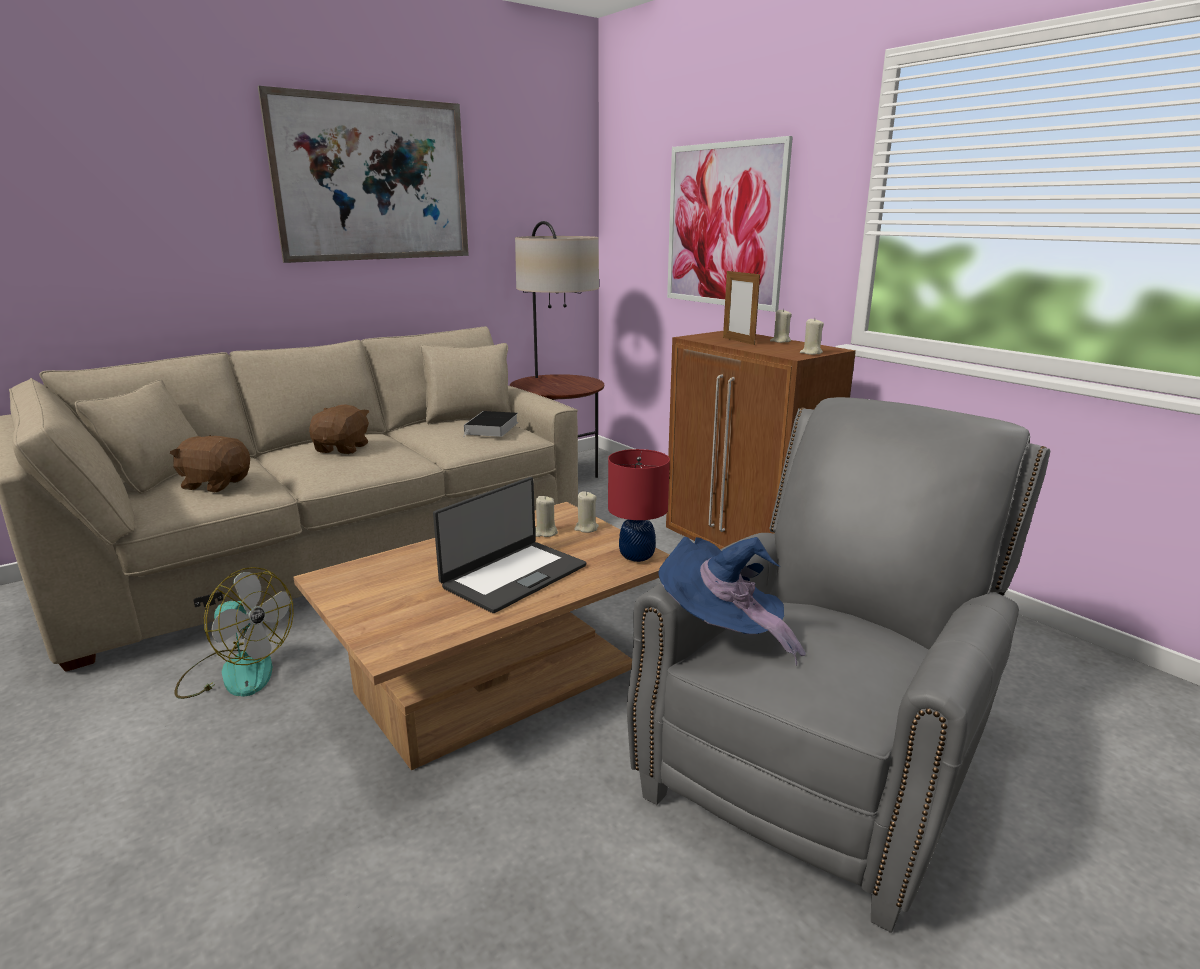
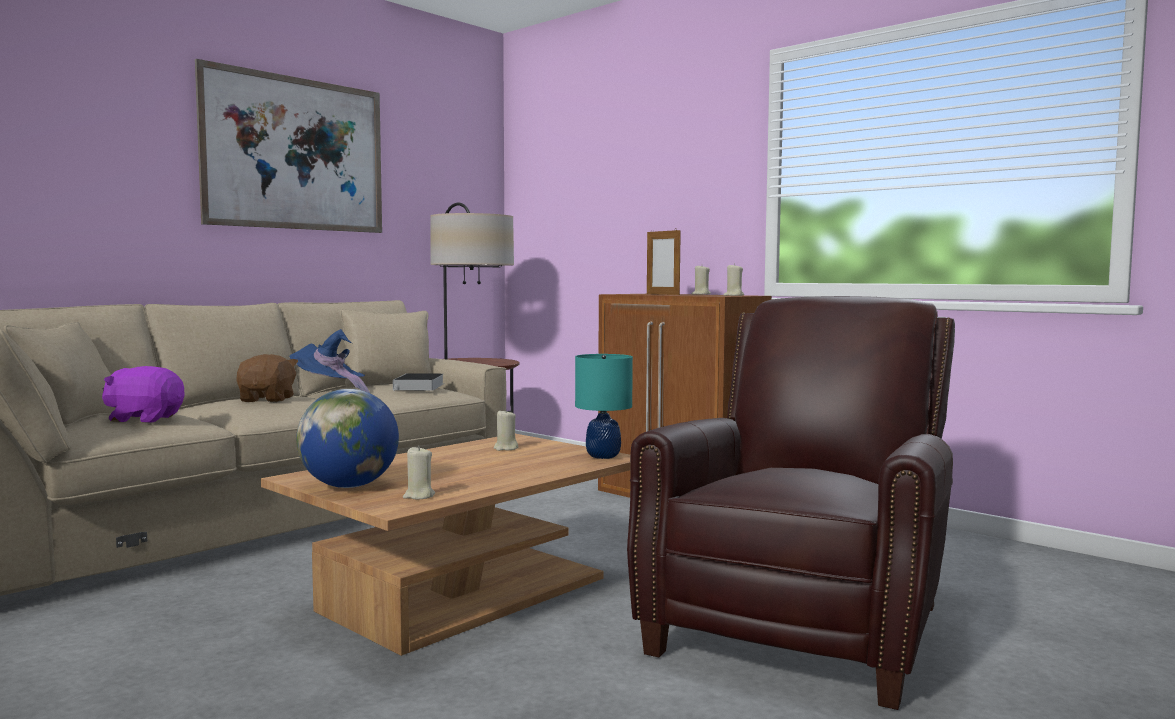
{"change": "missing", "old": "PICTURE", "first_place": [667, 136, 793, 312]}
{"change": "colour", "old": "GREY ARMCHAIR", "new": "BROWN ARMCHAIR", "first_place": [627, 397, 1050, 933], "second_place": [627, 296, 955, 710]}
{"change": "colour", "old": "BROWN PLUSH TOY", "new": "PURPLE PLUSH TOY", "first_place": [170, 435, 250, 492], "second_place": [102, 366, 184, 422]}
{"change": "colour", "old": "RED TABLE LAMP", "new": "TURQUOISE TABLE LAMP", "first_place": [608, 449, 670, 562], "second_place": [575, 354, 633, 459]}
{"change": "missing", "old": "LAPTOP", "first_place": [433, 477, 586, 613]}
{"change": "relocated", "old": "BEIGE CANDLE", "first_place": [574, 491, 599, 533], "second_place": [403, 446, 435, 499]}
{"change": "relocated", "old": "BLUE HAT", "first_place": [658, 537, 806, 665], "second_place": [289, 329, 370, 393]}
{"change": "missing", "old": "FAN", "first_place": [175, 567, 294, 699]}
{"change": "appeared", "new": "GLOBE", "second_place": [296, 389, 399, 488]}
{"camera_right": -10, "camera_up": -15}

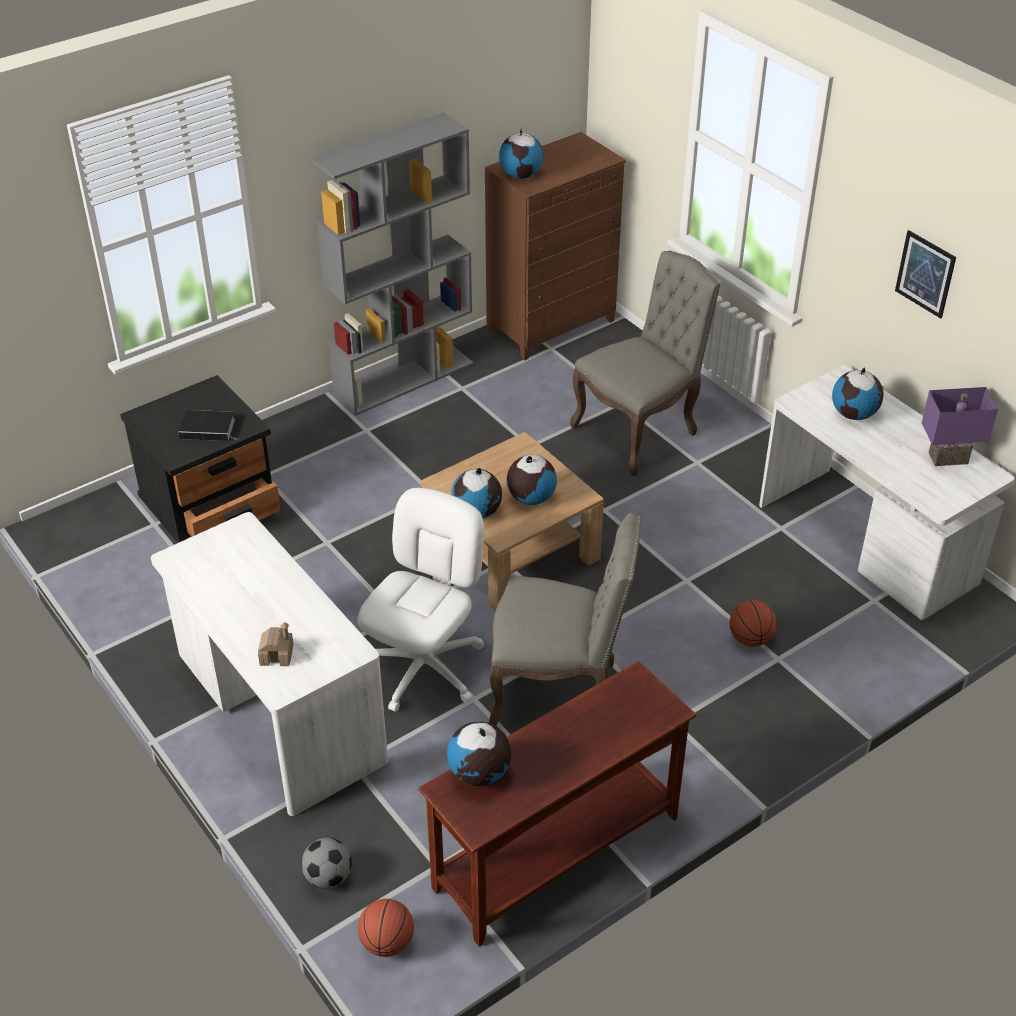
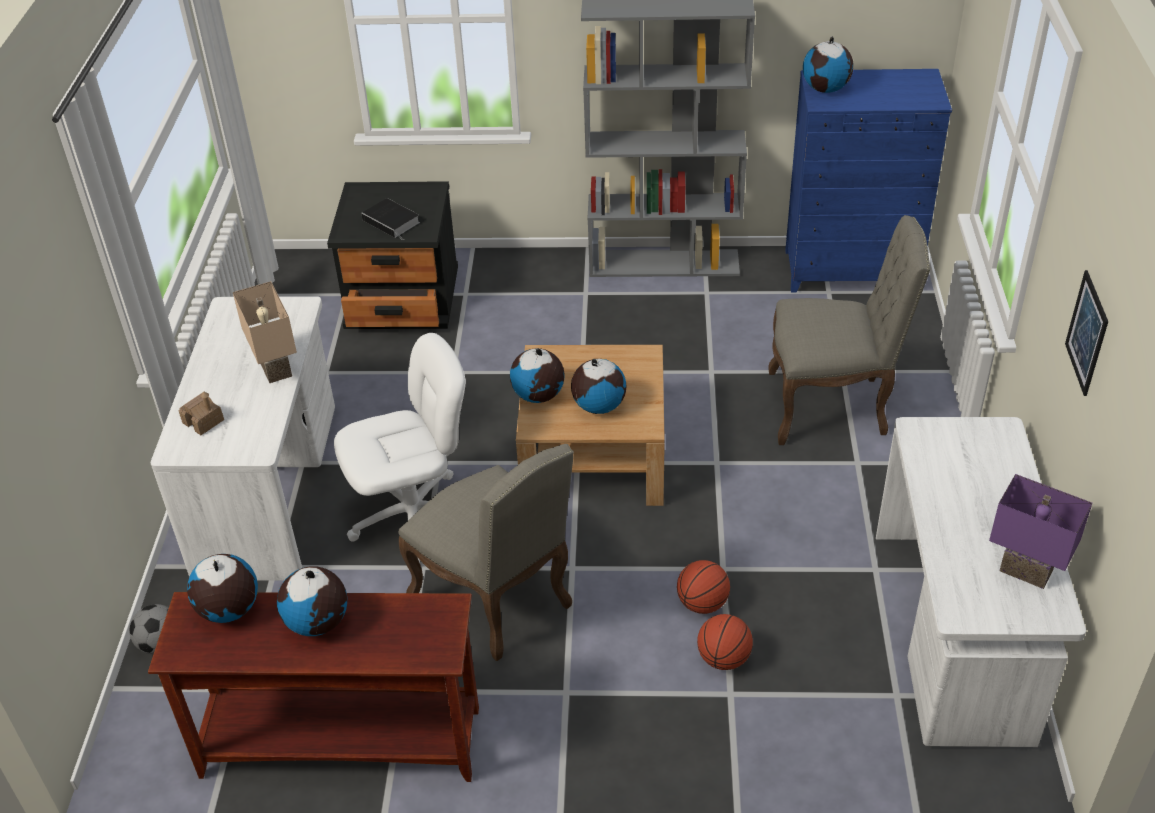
{"change": "colour", "old": "BROWN DRESSER", "new": "BLUE DRESSER", "first_place": [485, 132, 626, 361], "second_place": [785, 69, 952, 292]}
{"change": "relocated", "old": "GLOBE", "first_place": [832, 368, 883, 420], "second_place": [277, 566, 347, 636]}
{"change": "relocated", "old": "BASKETBALL", "first_place": [358, 899, 414, 957], "second_place": [677, 560, 730, 614]}
{"change": "appeared", "new": "BEIGE TABLE LAMP", "second_place": [233, 281, 297, 383]}
{"camera_right": 40, "camera_up": 0}

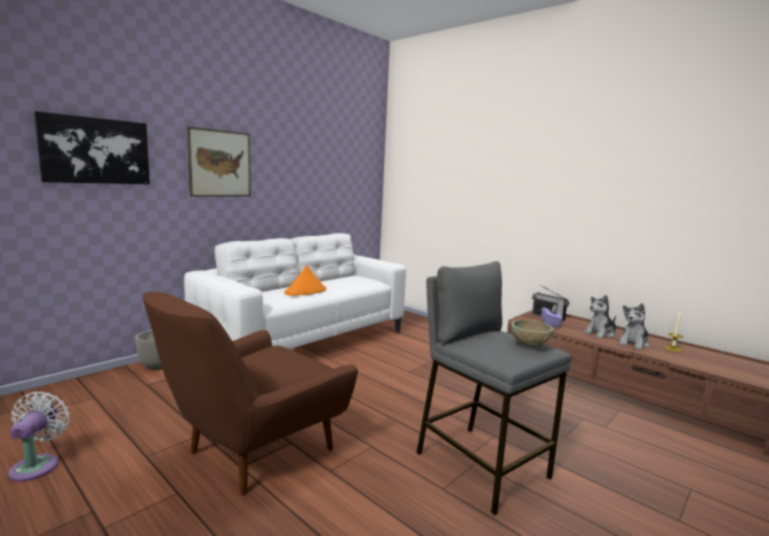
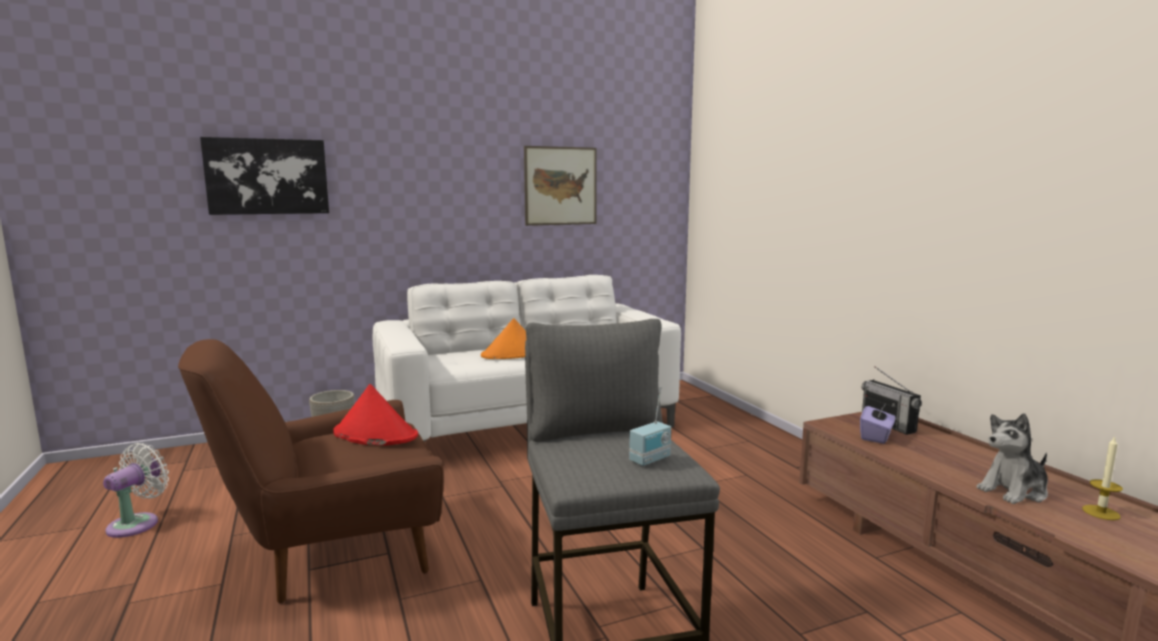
{"change": "relocated", "old": "PICTURE", "first_place": [187, 127, 251, 197], "second_place": [524, 146, 597, 226]}
{"change": "missing", "old": "PLUSH TOY", "first_place": [584, 295, 616, 338]}
{"change": "exchanged", "old": "BEIGE BOWL", "new": "RADIO", "first_place": [511, 320, 554, 348], "second_place": [629, 387, 671, 466]}
{"change": "appeared", "new": "RED HAT", "second_place": [333, 384, 418, 445]}
{"camera_right": 25, "camera_up": 0}

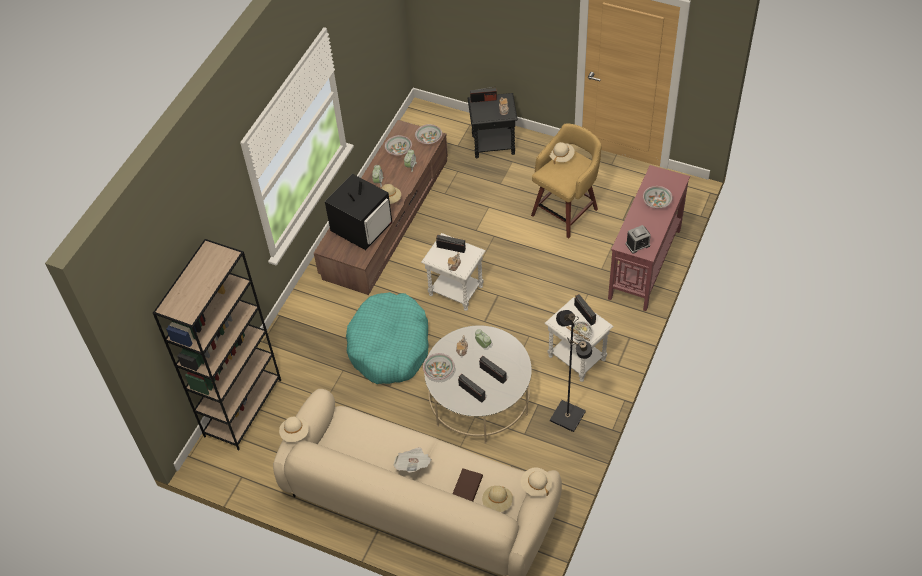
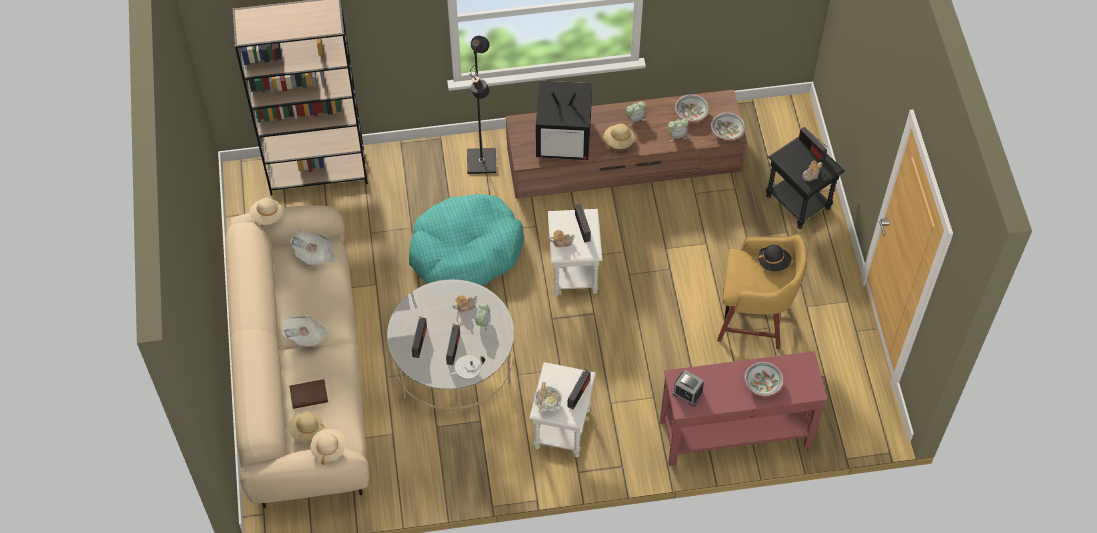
{"change": "colour", "old": "BEIGE HAT", "new": "BLACK HAT", "first_place": [550, 142, 575, 165], "second_place": [758, 245, 792, 271]}
{"change": "relocated", "old": "BLACK FLOOR LAMP", "first_place": [550, 310, 592, 432], "second_place": [467, 36, 497, 174]}
{"change": "missing", "old": "BOWL", "first_place": [423, 353, 454, 380]}
{"change": "appeared", "new": "NEWSPAPER", "second_place": [290, 230, 336, 266]}
{"change": "appeared", "new": "WHITE TEAPOT", "second_place": [449, 355, 485, 380]}
{"camera_right": 55, "camera_up": 5}

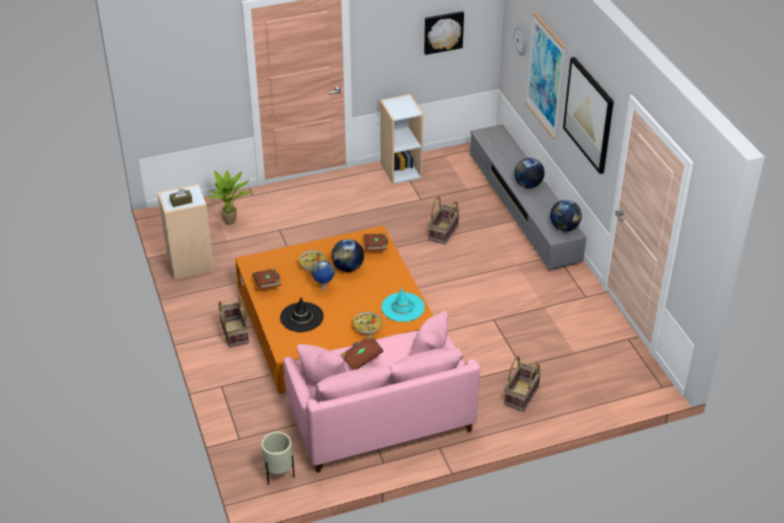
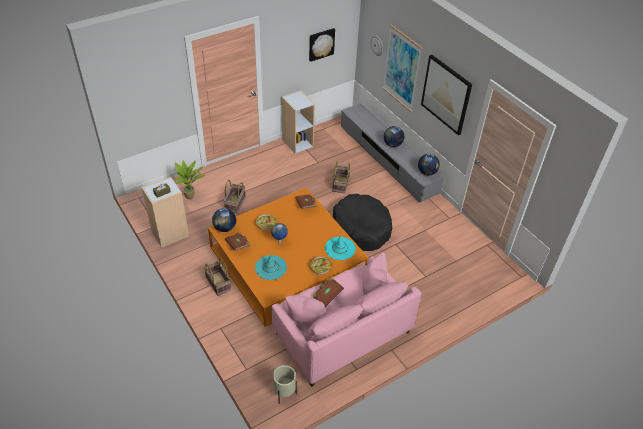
{"change": "relocated", "old": "GLOBE", "first_place": [331, 239, 364, 272], "second_place": [212, 208, 236, 232]}
{"change": "colour", "old": "BLACK HAT", "new": "TURQUOISE HAT", "first_place": [280, 297, 324, 332], "second_place": [255, 254, 287, 280]}
{"change": "relocated", "old": "BASKET", "first_place": [504, 356, 541, 412], "second_place": [223, 180, 245, 213]}
{"change": "appeared", "new": "BLACK DOG BED", "second_place": [333, 194, 392, 251]}
{"camera_right": -15, "camera_up": 5}

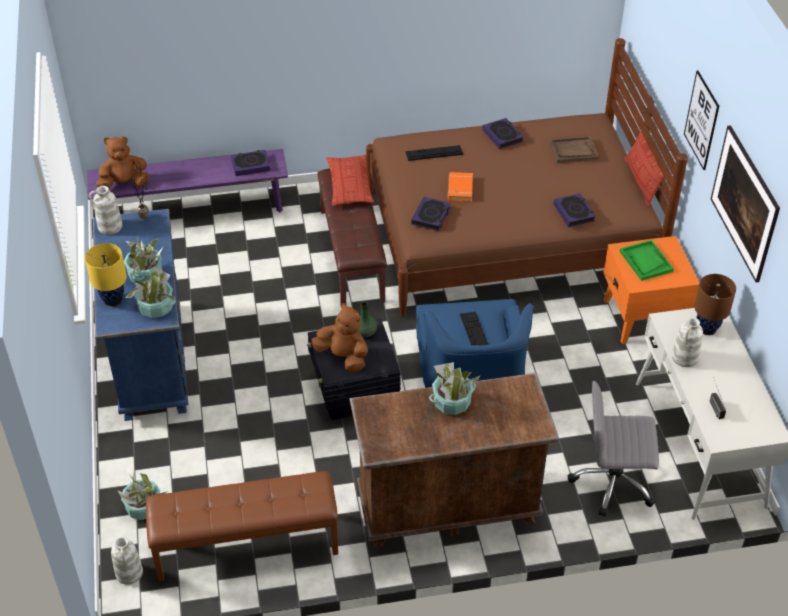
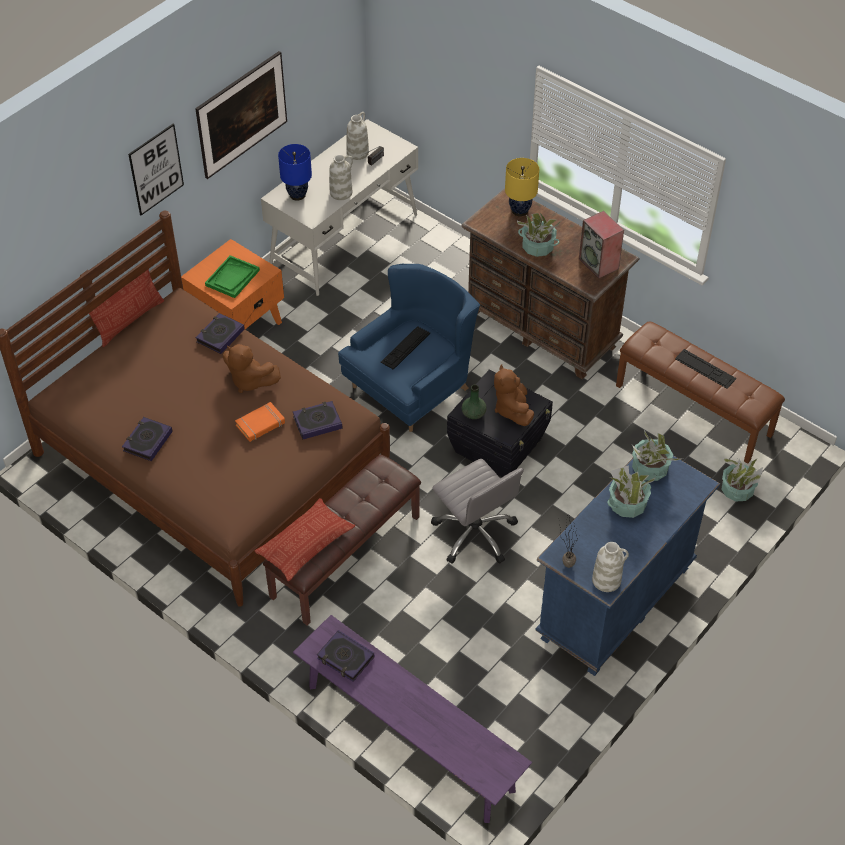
{"change": "relocated", "old": "BROWN PLUSH TOY", "first_place": [96, 136, 150, 189], "second_place": [223, 344, 281, 393]}
{"change": "missing", "old": "BROWN TRAY", "first_place": [550, 136, 599, 163]}
{"change": "relocated", "old": "KEYBOARD", "first_place": [406, 145, 463, 161], "second_place": [675, 349, 736, 388]}
{"change": "relocated", "old": "YELLOW TABLE LAMP", "first_place": [85, 243, 127, 306], "second_place": [505, 158, 539, 216]}
{"change": "colour", "old": "BROWN TABLE LAMP", "new": "BLUE TABLE LAMP", "first_place": [694, 274, 736, 335], "second_place": [278, 144, 312, 201]}
{"change": "relocated", "old": "GREY OFFICE CHAIR", "first_place": [568, 381, 659, 517], "second_place": [431, 459, 524, 564]}
{"change": "relocated", "old": "WHITE VASE", "first_place": [111, 537, 143, 584], "second_place": [346, 112, 369, 160]}
{"change": "appeared", "new": "SPEAKER", "second_place": [579, 211, 624, 278]}
{"camera_right": -130, "camera_up": 5}

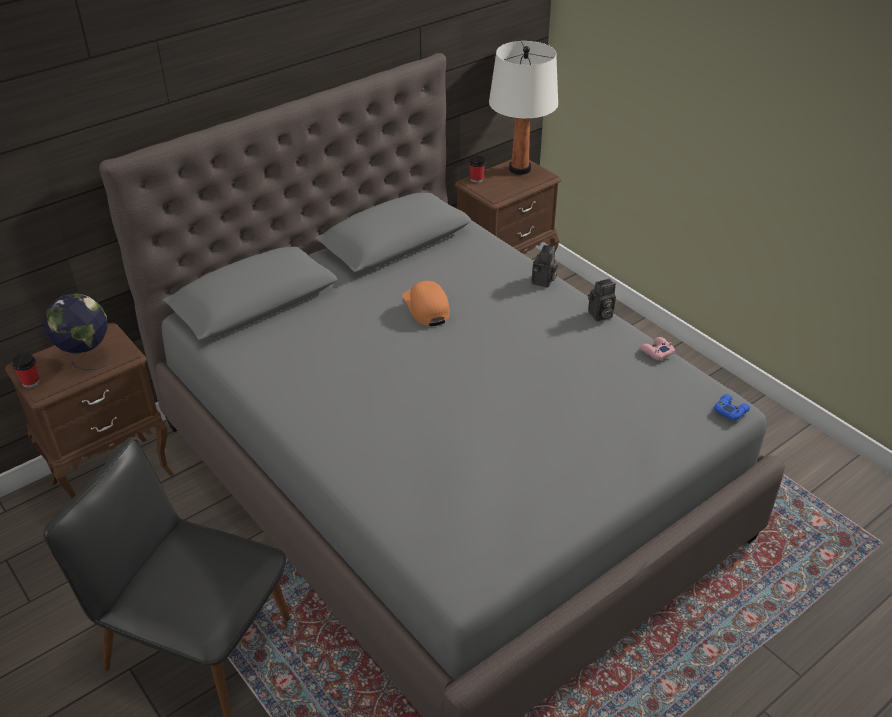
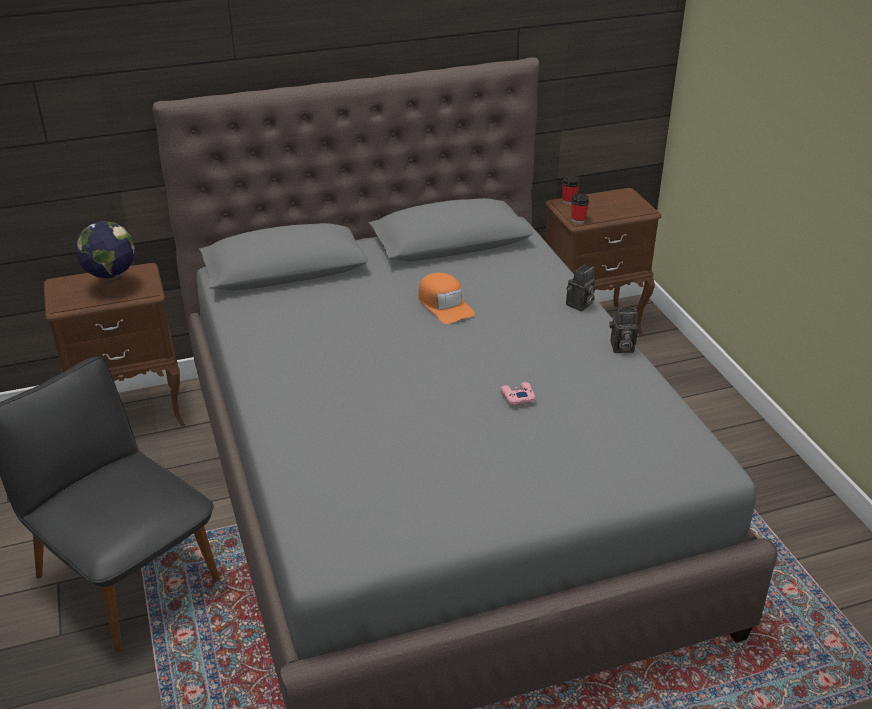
{"change": "missing", "old": "WHITE TABLE LAMP", "first_place": [489, 41, 558, 175]}
{"change": "spun", "old": "ORANGE CAP", "first_place": [402, 281, 450, 326], "second_place": [418, 273, 475, 324], "degrees": 150}
{"change": "relocated", "old": "PINK GAME CONTROLLER", "first_place": [640, 337, 675, 360], "second_place": [500, 382, 535, 406]}
{"change": "relocated", "old": "CUP", "first_place": [12, 353, 40, 388], "second_place": [571, 194, 589, 224]}
{"change": "missing", "old": "BLUE GAME CONTROLLER", "first_place": [714, 394, 750, 421]}
{"camera_right": 20, "camera_up": -5}

